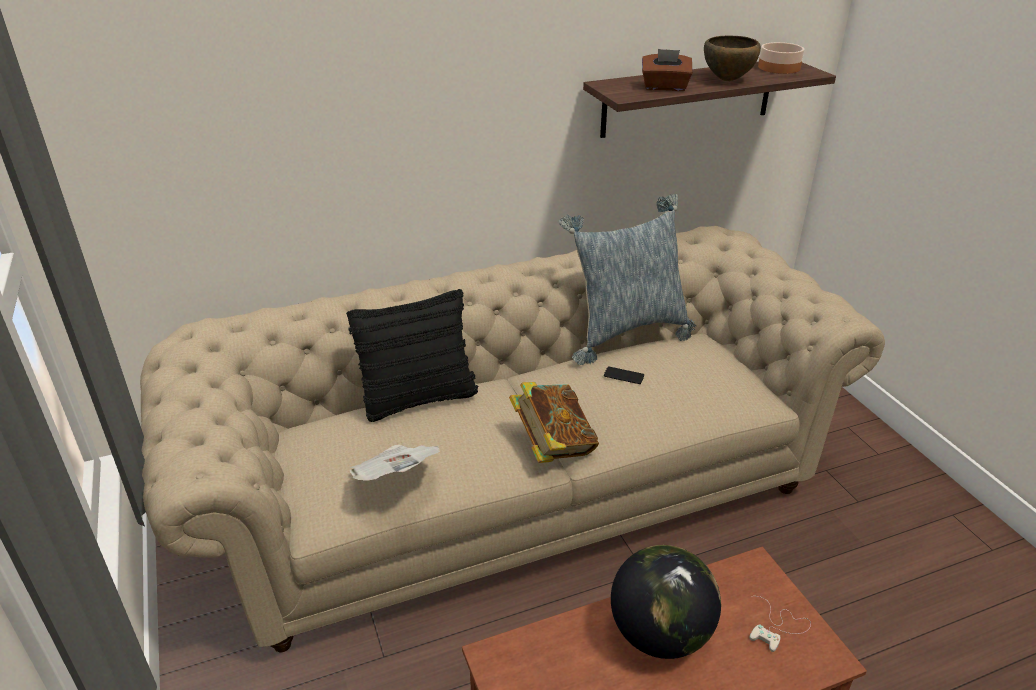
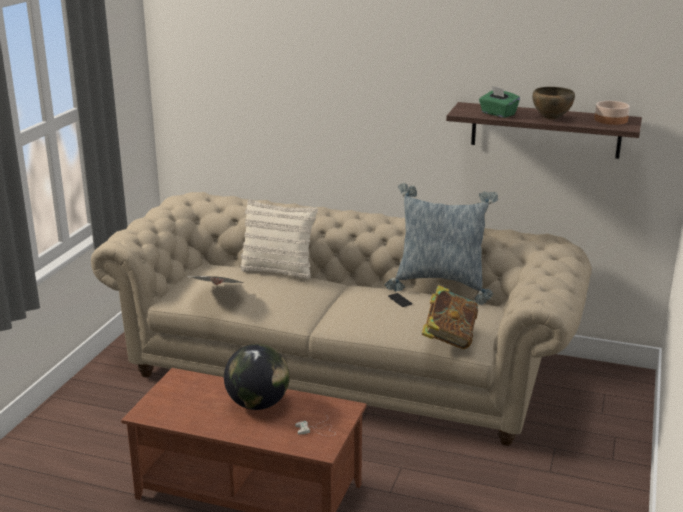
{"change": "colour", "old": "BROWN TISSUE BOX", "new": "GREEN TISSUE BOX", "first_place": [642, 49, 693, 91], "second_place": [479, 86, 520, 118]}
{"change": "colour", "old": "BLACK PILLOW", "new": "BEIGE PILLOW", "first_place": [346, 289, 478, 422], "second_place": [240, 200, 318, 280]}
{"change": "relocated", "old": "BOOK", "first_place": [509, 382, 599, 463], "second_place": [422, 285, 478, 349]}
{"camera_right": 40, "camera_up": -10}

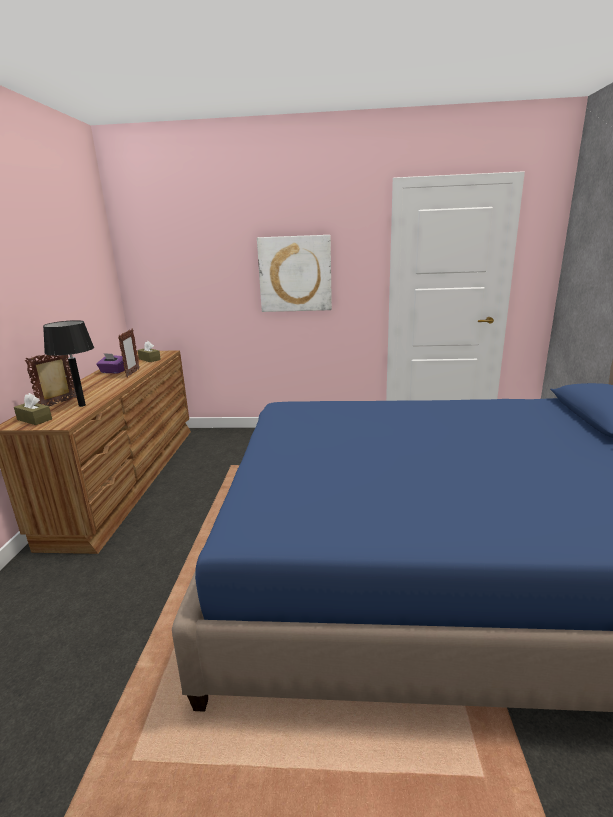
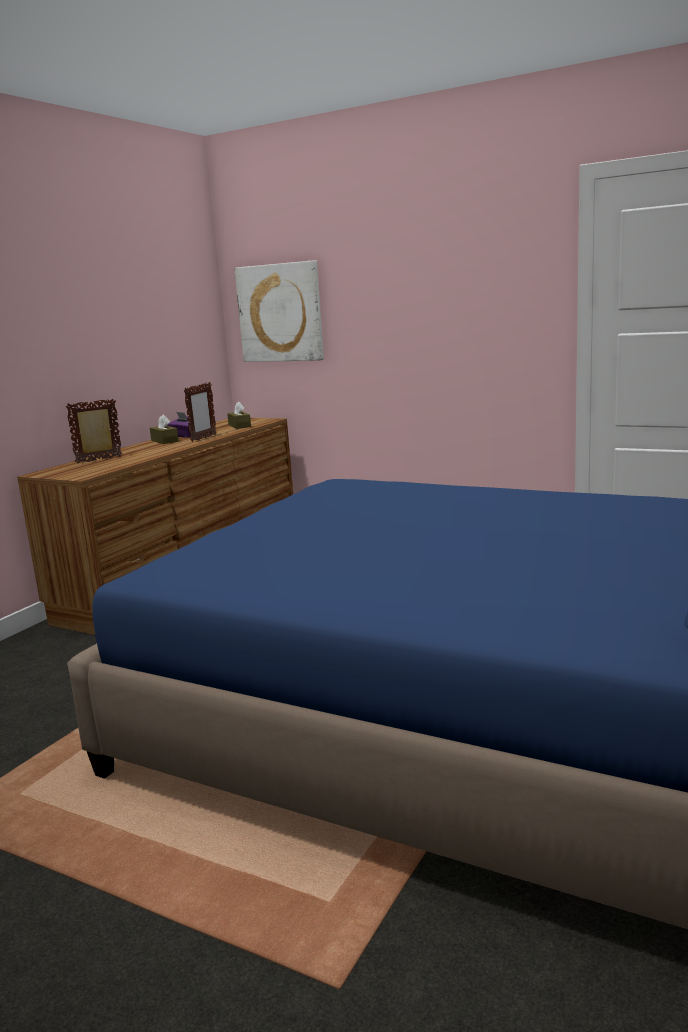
{"change": "relocated", "old": "PICTURE", "first_place": [257, 235, 332, 312], "second_place": [235, 260, 324, 362]}
{"change": "missing", "old": "BLACK TABLE LAMP", "first_place": [43, 320, 94, 407]}
{"change": "relocated", "old": "BROWN TISSUE BOX", "first_place": [14, 393, 52, 425], "second_place": [150, 415, 179, 444]}
{"camera_right": 25, "camera_up": -5}

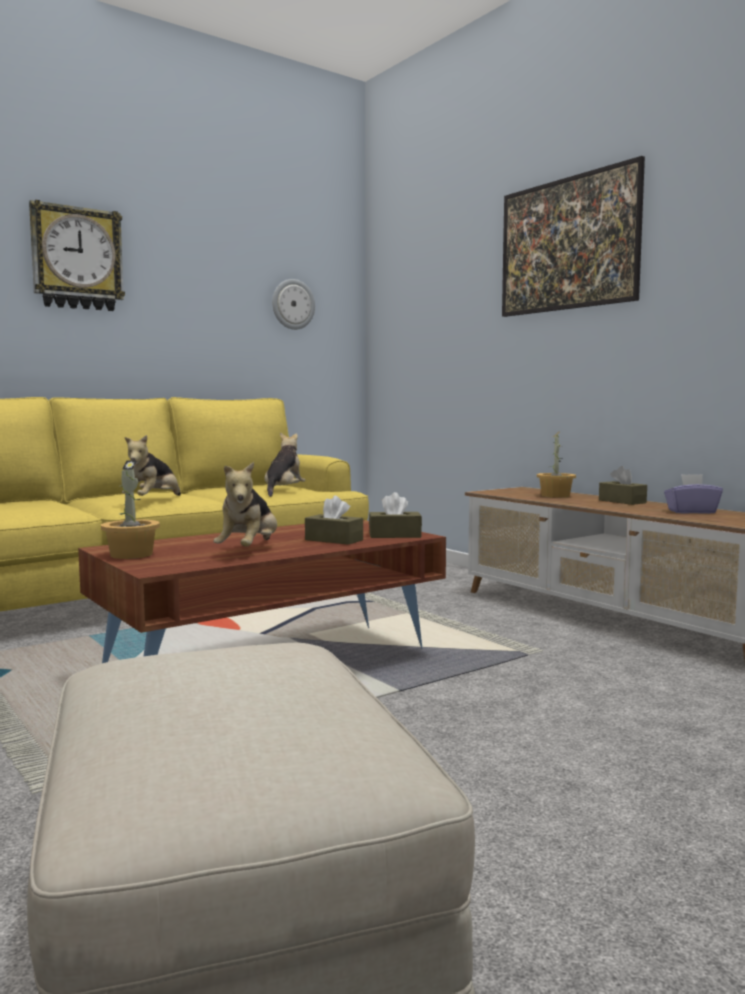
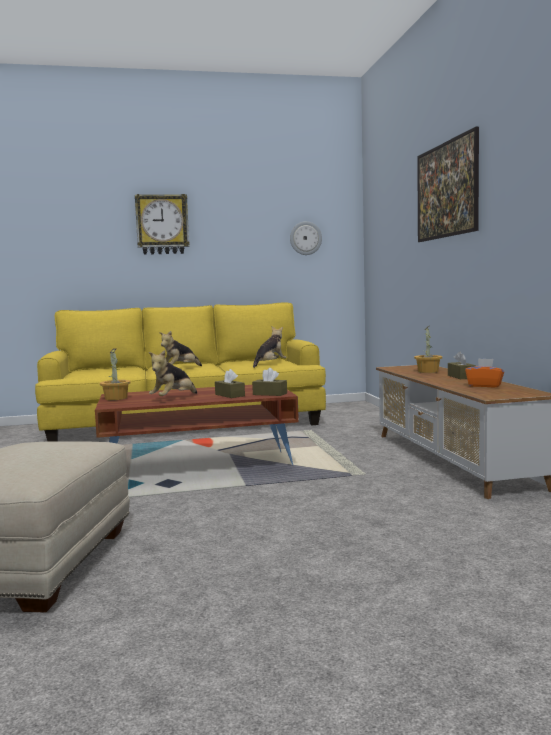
{"change": "colour", "old": "PURPLE TISSUE BOX", "new": "ORANGE TISSUE BOX", "first_place": [664, 474, 723, 514], "second_place": [465, 358, 504, 387]}
{"camera_right": 25, "camera_up": 0}

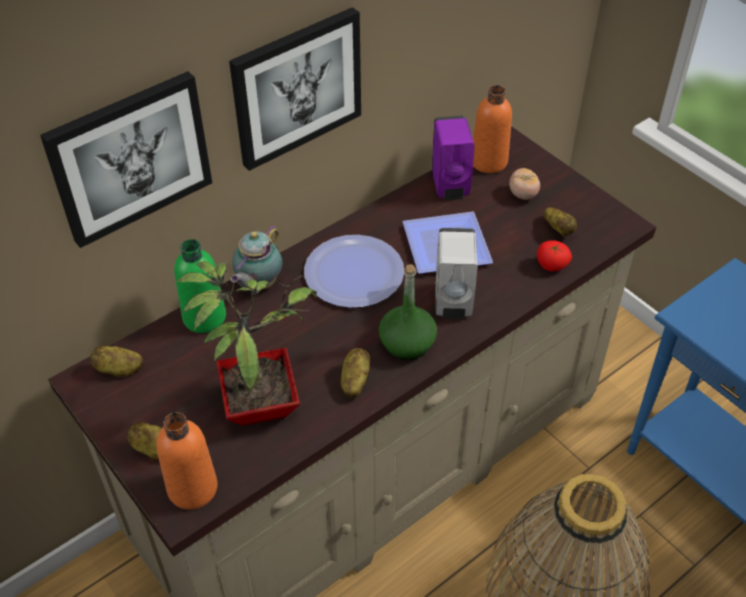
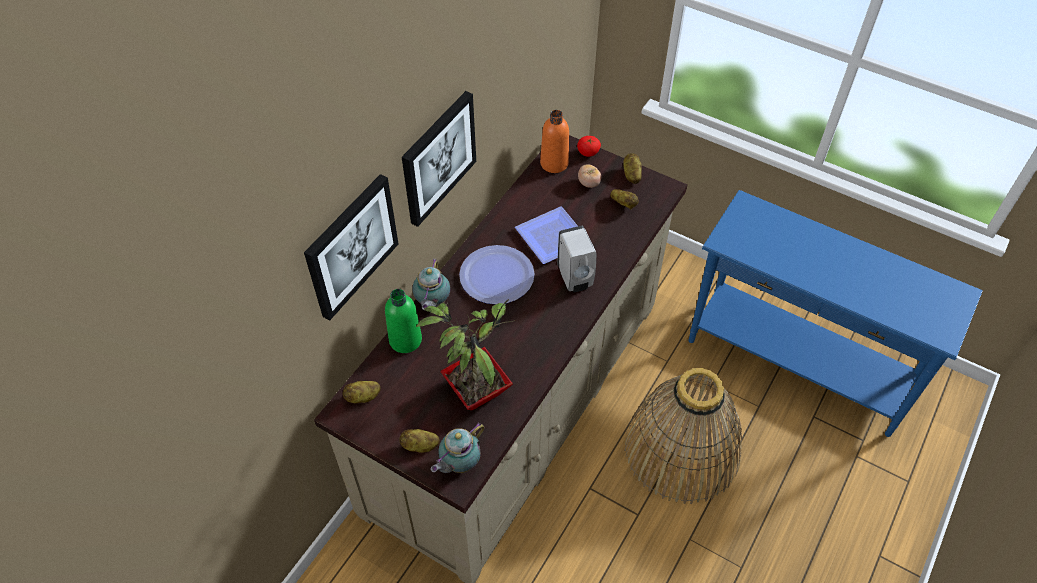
{"change": "missing", "old": "PURPLE SOAP DISPENSER", "first_place": [432, 115, 475, 200]}
{"change": "relocated", "old": "TOMATO", "first_place": [537, 240, 572, 271], "second_place": [577, 136, 601, 157]}
{"change": "missing", "old": "GREEN BOTTLE", "first_place": [379, 264, 437, 360]}
{"change": "relocated", "old": "POTATO", "first_place": [341, 348, 370, 399], "second_place": [623, 153, 642, 184]}
{"change": "exchanged", "old": "ORANGE BOTTLE", "new": "TEAPOT", "first_place": [156, 412, 218, 510], "second_place": [431, 422, 484, 473]}
{"camera_right": -20, "camera_up": 5}

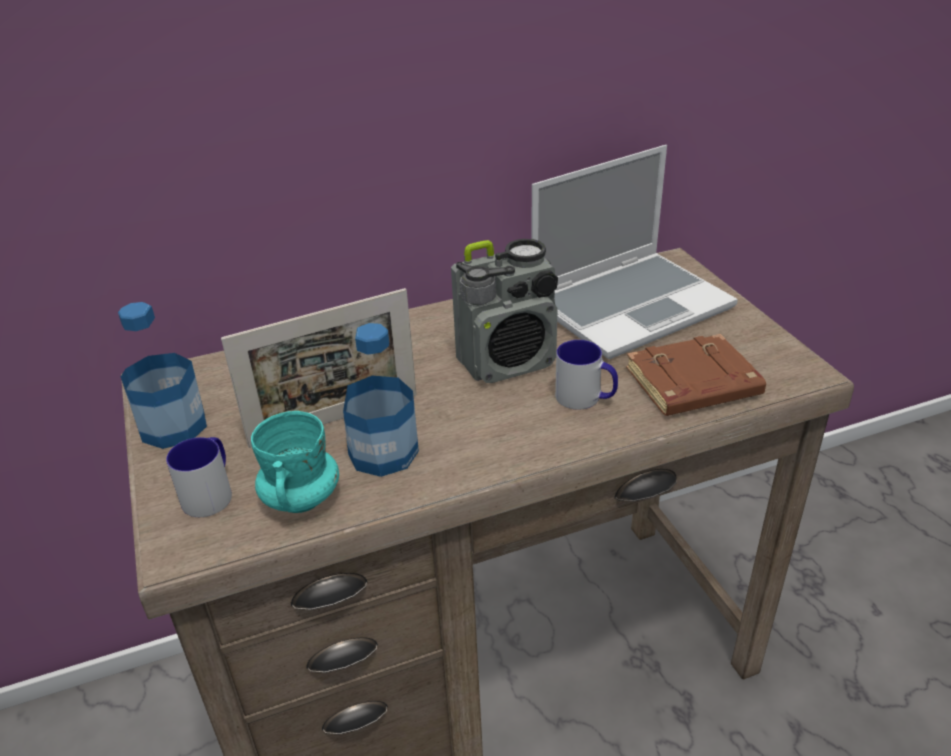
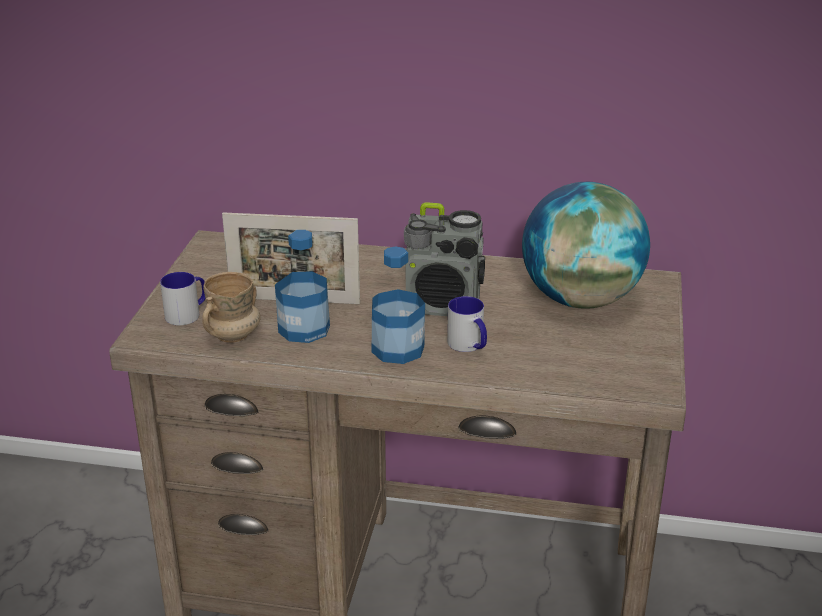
{"change": "exchanged", "old": "LAPTOP", "new": "GLOBE", "first_place": [531, 145, 738, 359], "second_place": [522, 182, 650, 309]}
{"change": "relocated", "old": "BOTTLE", "first_place": [118, 302, 207, 449], "second_place": [372, 246, 425, 364]}
{"change": "missing", "old": "BROWN BOOK", "first_place": [626, 334, 766, 416]}
{"change": "colour", "old": "TURQUOISE MUG", "new": "BEIGE MUG", "first_place": [251, 411, 339, 513], "second_place": [202, 272, 261, 343]}
{"camera_right": 30, "camera_up": -5}

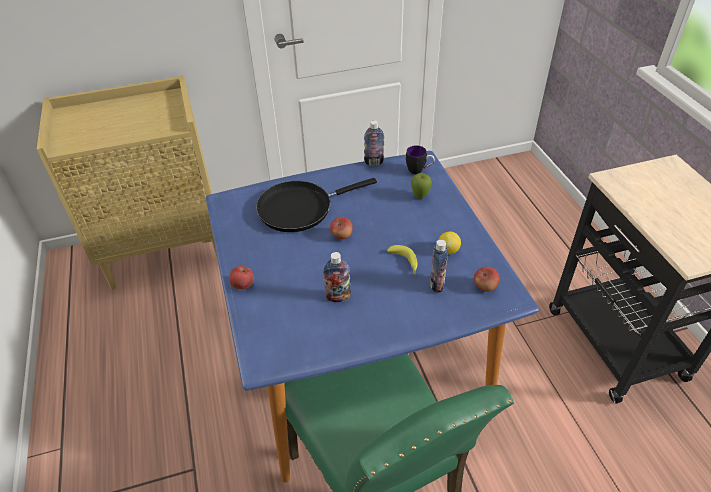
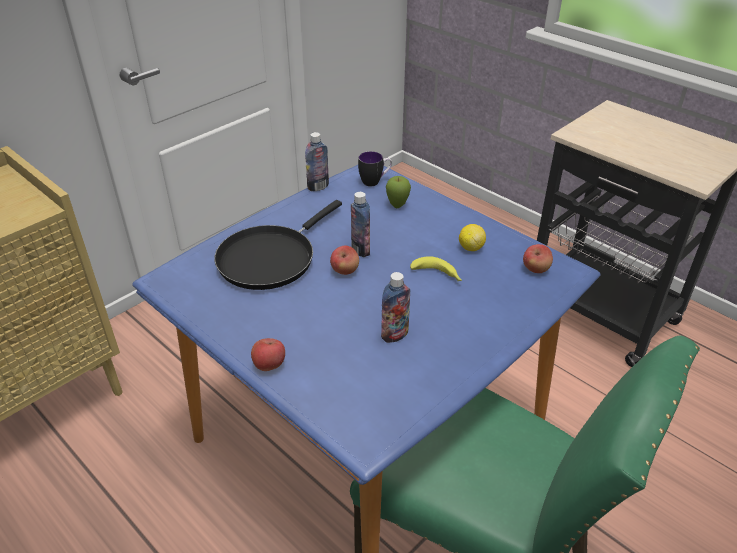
{"change": "relocated", "old": "BOTTLE", "first_place": [430, 240, 448, 293], "second_place": [351, 192, 370, 257]}
{"camera_right": -30, "camera_up": -5}

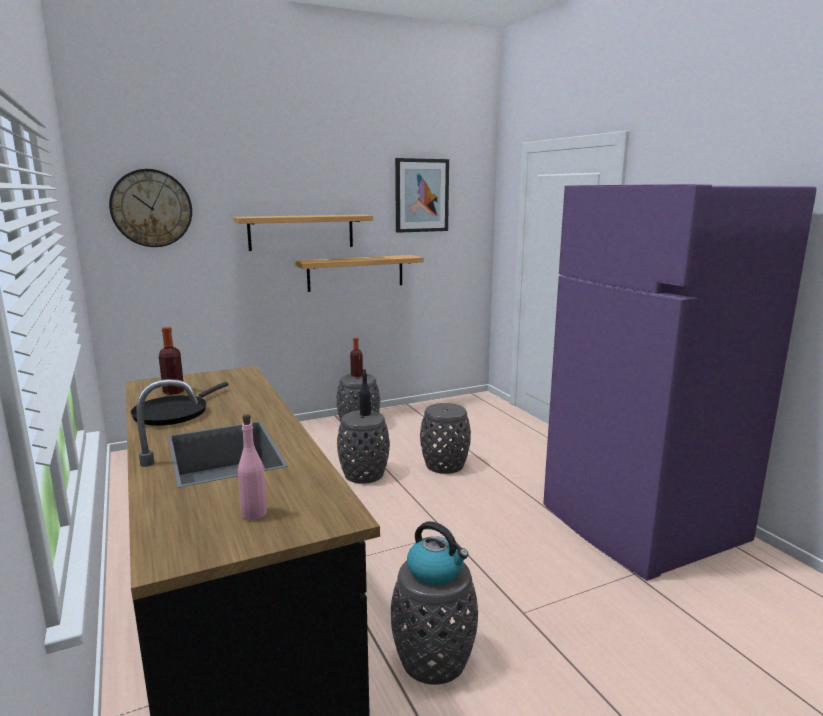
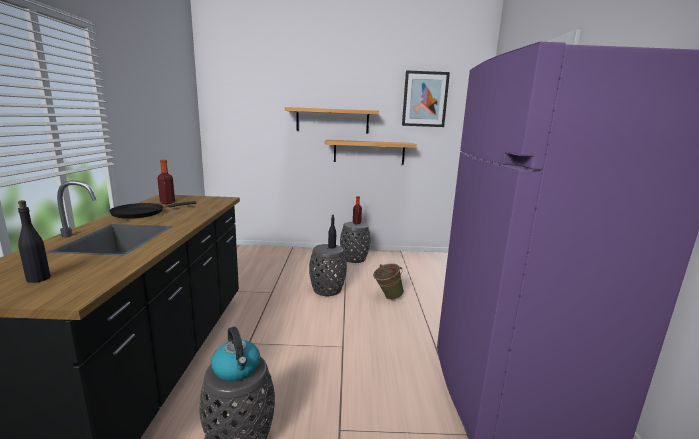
{"change": "missing", "old": "WALL CLOCK", "first_place": [109, 169, 192, 247]}
{"change": "exchanged", "old": "GREY STOOL", "new": "GREEN BUCKET", "first_place": [420, 403, 471, 474], "second_place": [373, 263, 404, 300]}
{"change": "colour", "old": "PINK BOTTLE", "new": "BLACK BOTTLE", "first_place": [238, 414, 267, 520], "second_place": [18, 200, 50, 283]}
{"camera_right": 25, "camera_up": 0}

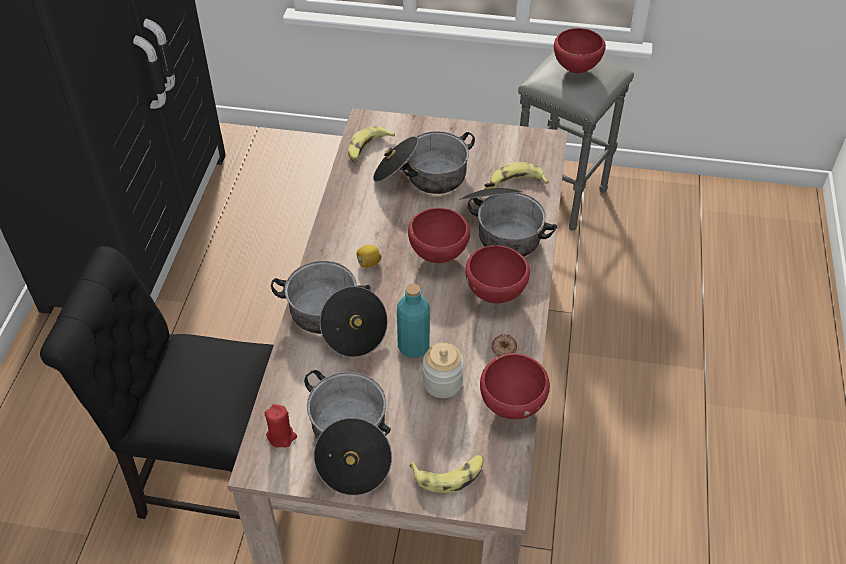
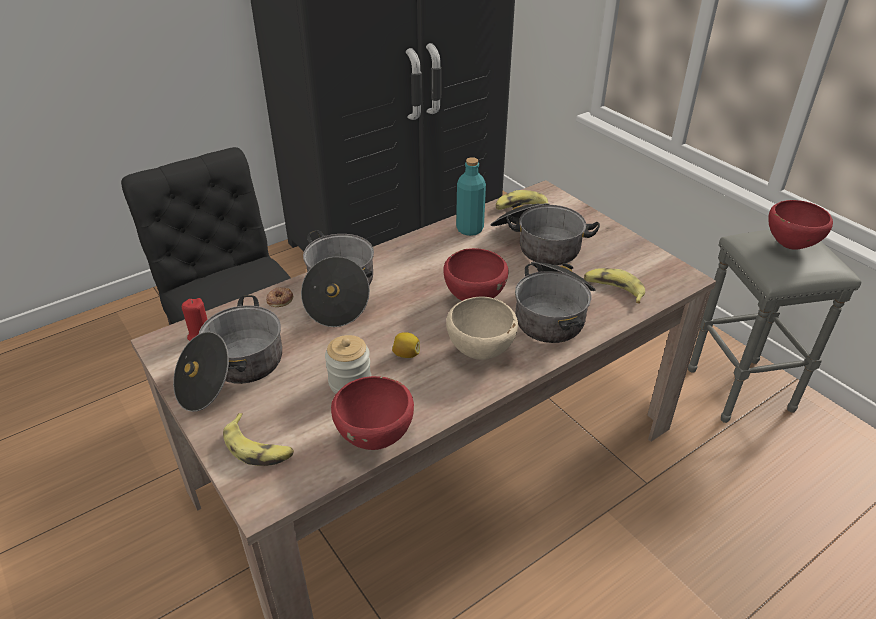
{"change": "relocated", "old": "LEMON", "first_place": [356, 245, 381, 268], "second_place": [392, 332, 420, 358]}
{"change": "colour", "old": "RED BOWL", "new": "BEIGE BOWL", "first_place": [465, 245, 530, 303], "second_place": [446, 297, 518, 360]}
{"change": "relocated", "old": "TURQUOISE BOTTLE", "first_place": [397, 284, 430, 358], "second_place": [456, 157, 486, 236]}
{"change": "relocated", "old": "DONUT", "first_place": [491, 334, 517, 357], "second_place": [266, 287, 293, 307]}
{"camera_right": 45, "camera_up": -10}

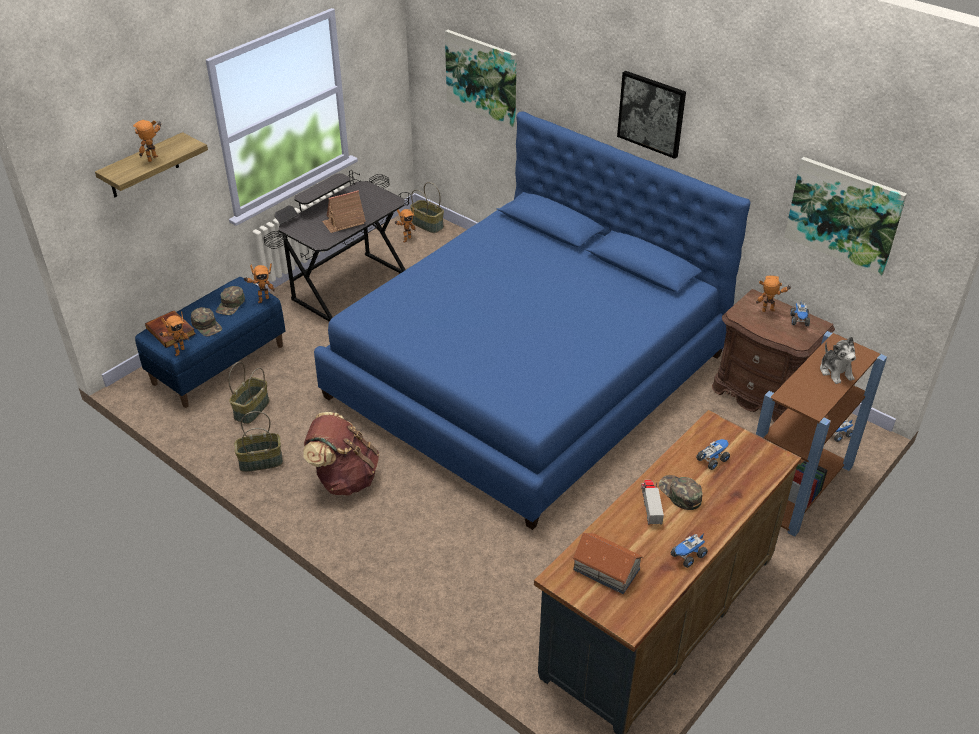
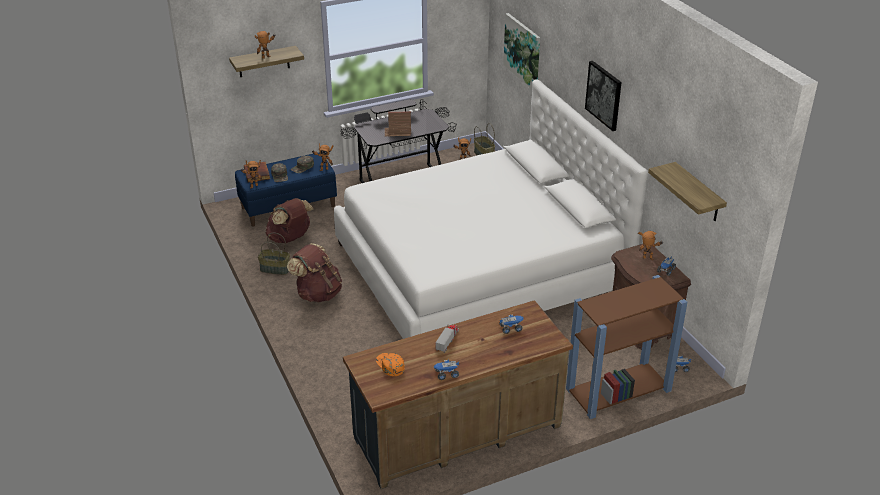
{"change": "colour", "old": "BLUE BED", "new": "WHITE BED", "first_place": [314, 111, 751, 530], "second_place": [334, 80, 648, 339]}
{"change": "exchanged", "old": "PICTURE", "new": "SHELF", "first_place": [784, 157, 907, 276], "second_place": [648, 162, 727, 221]}
{"change": "missing", "old": "PLUSH TOY", "first_place": [820, 337, 856, 384]}
{"change": "exchanged", "old": "BASKET", "new": "BROWN BACKPACK", "first_place": [228, 362, 269, 424], "second_place": [266, 198, 314, 243]}
{"change": "missing", "old": "GREEN CAP", "first_place": [659, 475, 702, 510]}
{"change": "exchanged", "old": "TOY HOUSE", "new": "ORANGE CAP", "first_place": [572, 533, 644, 594], "second_place": [376, 353, 405, 376]}
{"camera_right": 25, "camera_up": -5}

